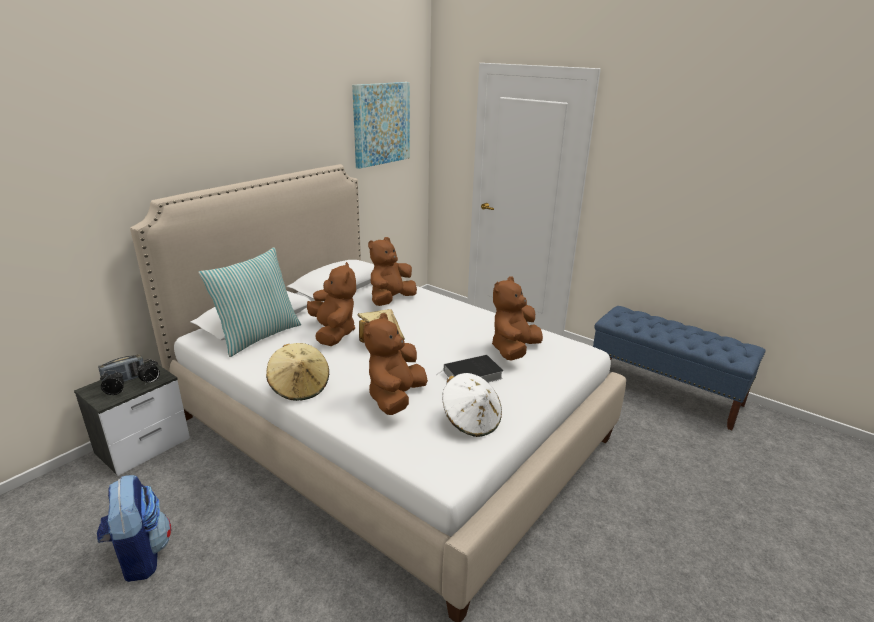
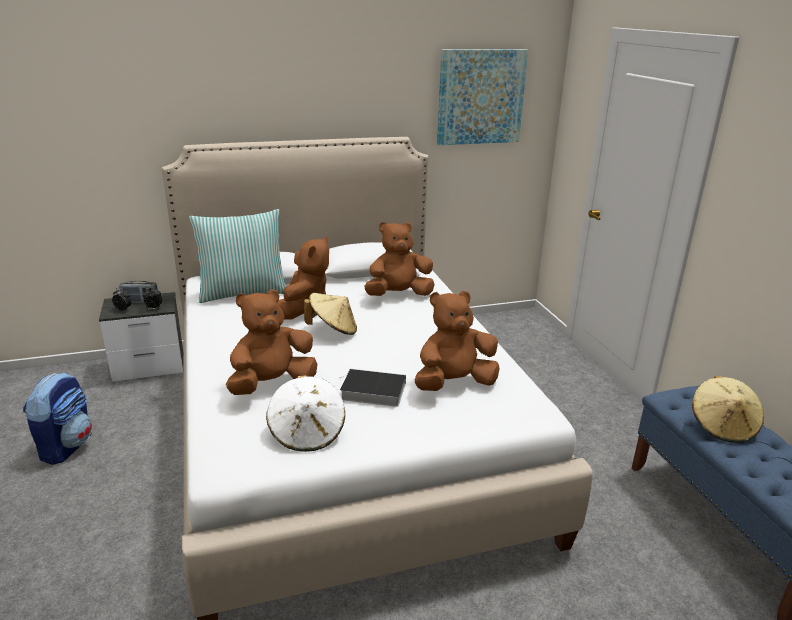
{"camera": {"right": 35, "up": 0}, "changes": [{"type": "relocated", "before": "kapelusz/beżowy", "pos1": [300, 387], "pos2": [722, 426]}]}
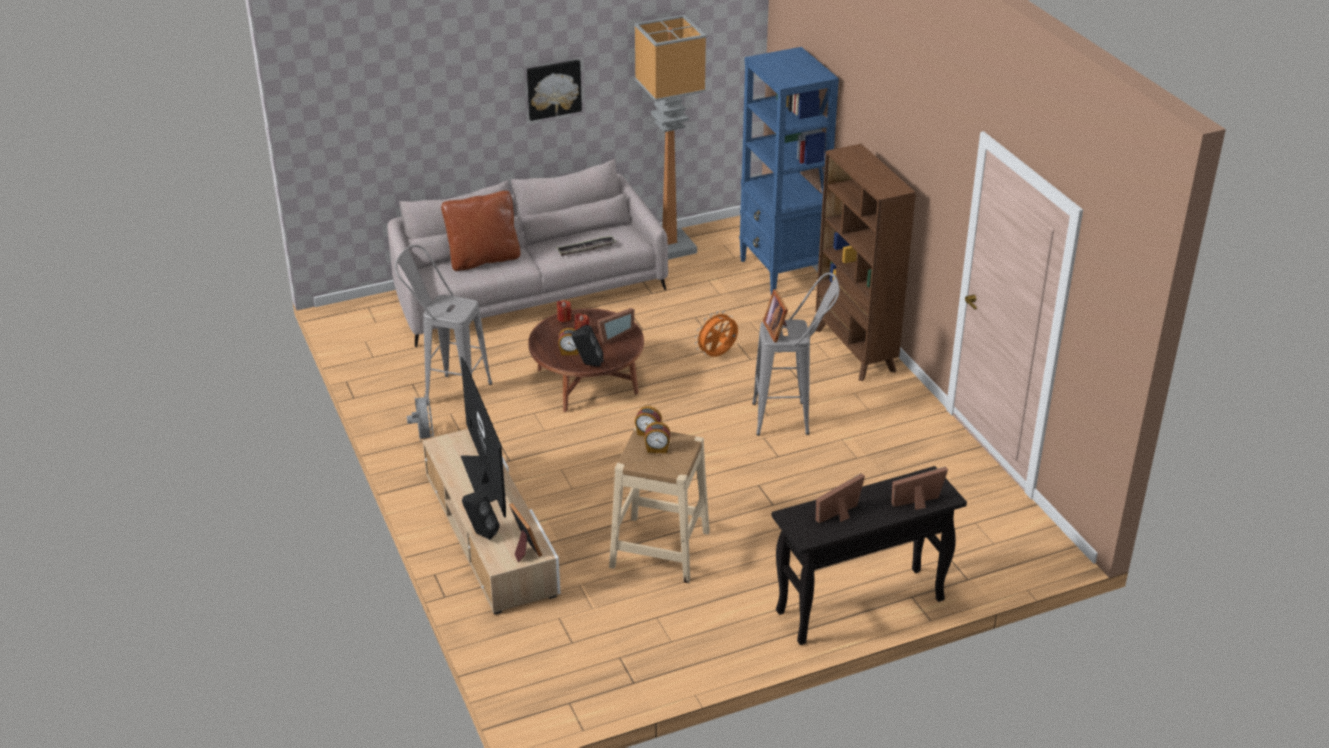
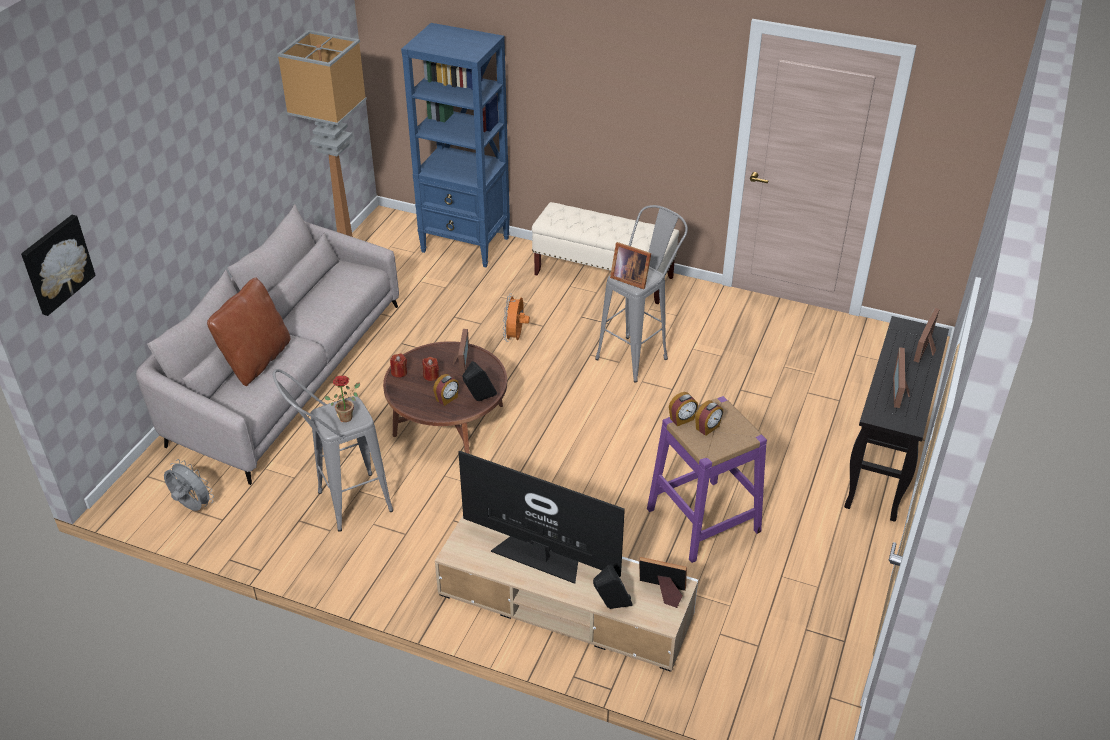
{"camera": {"right": -45, "up": 5}, "changes": [{"type": "relocated", "before": "obraz", "pos1": [553, 89], "pos2": [56, 264]}, {"type": "exchanged", "before": "regał/brązowy", "after": "ławka/beżowy", "pos1": [854, 351], "pos2": [604, 276]}, {"type": "missing", "before": "taca", "pos1": [586, 249]}, {"type": "relocated", "before": "wentylator/szary", "pos1": [424, 438], "pos2": [191, 507]}, {"type": "colour", "before": "stołek/beżowy", "after": "stołek/fioletowy", "pos1": [660, 549], "pos2": [703, 519]}, {"type": "appeared", "after": "roślina doniczkowa", "pos2": [347, 416]}]}
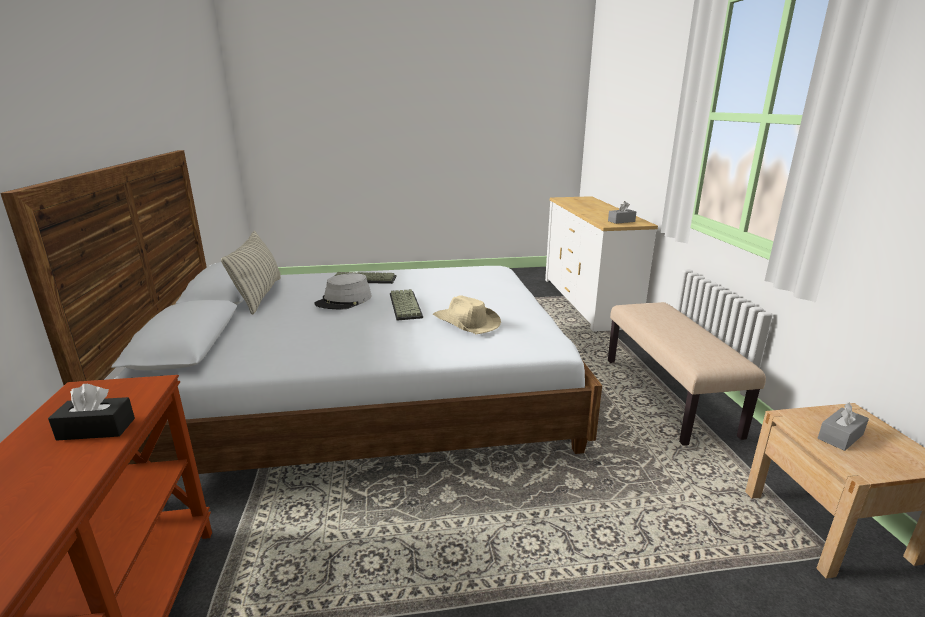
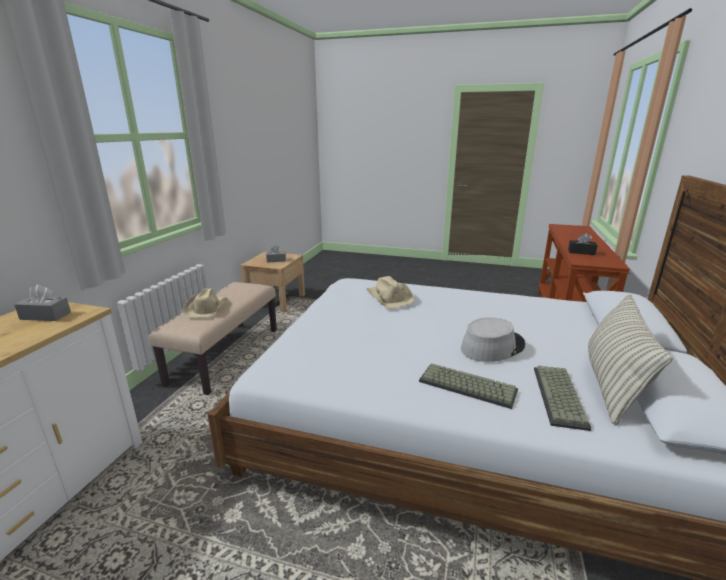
{"camera": {"right": -155, "up": 0}, "changes": [{"type": "relocated", "before": "klawiatura", "pos1": [404, 305], "pos2": [561, 397]}, {"type": "appeared", "after": "kapelusz/beżowy", "pos2": [206, 308]}]}
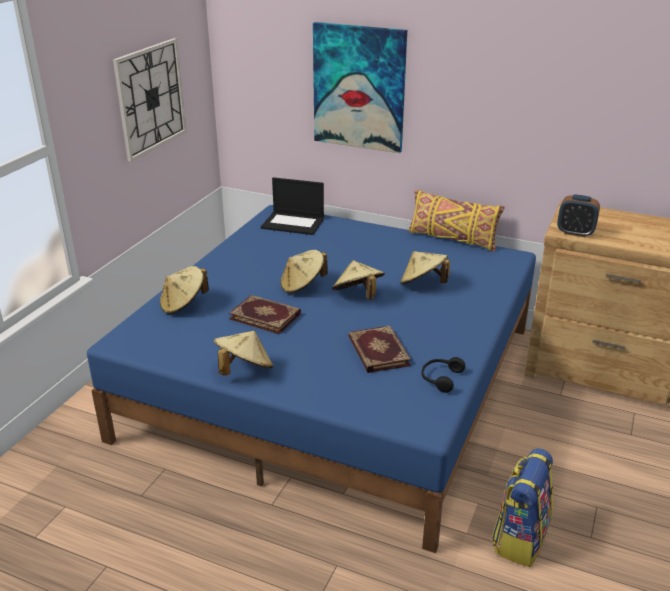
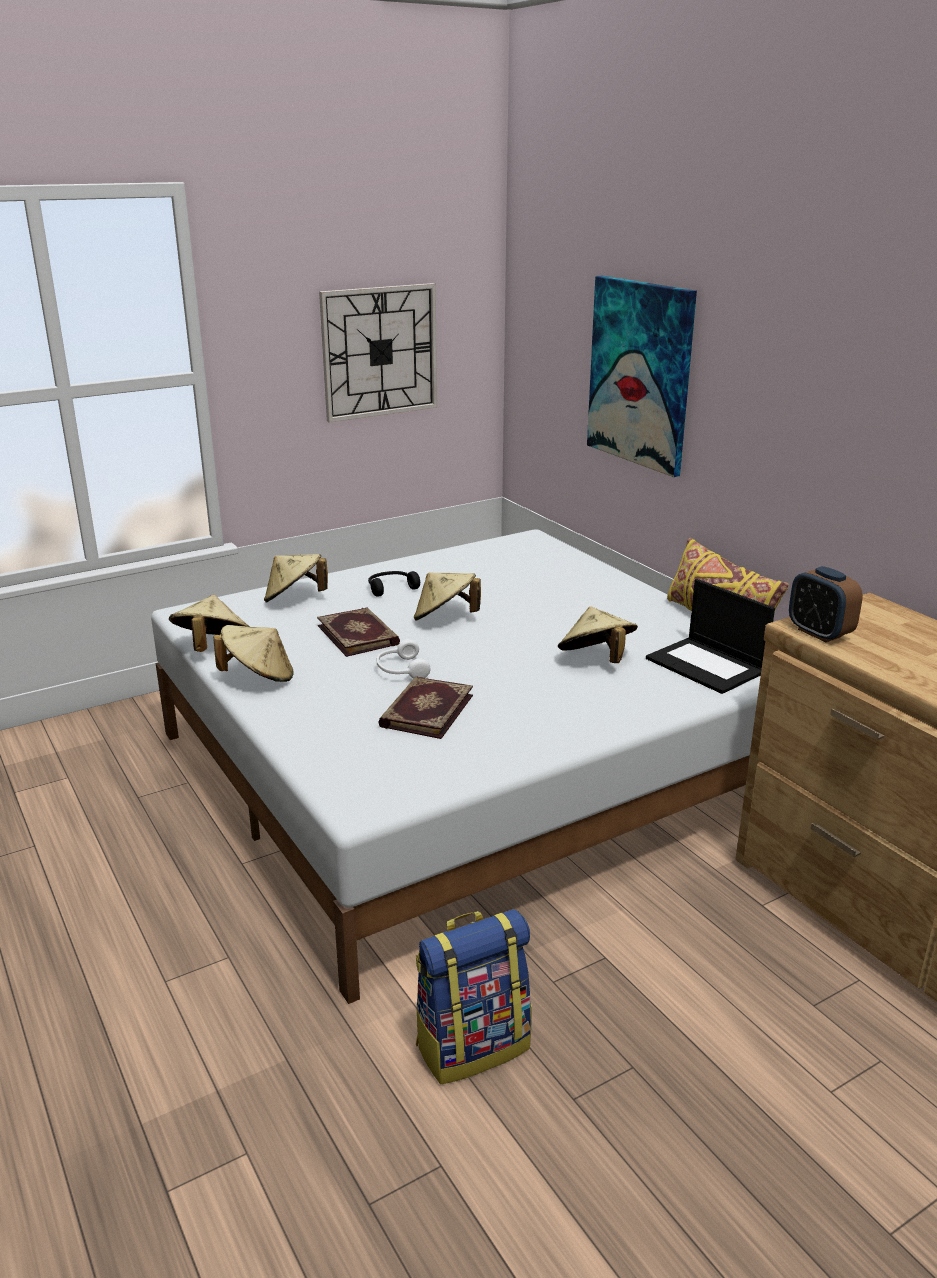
{"camera": {"right": 35, "up": -5}, "changes": [{"type": "relocated", "before": "laptop", "pos1": [293, 223], "pos2": [707, 665]}, {"type": "colour", "before": "łóżko/niebieski", "after": "łóżko/biały", "pos1": [335, 381], "pos2": [468, 768]}, {"type": "relocated", "before": "kapelusz/beżowy", "pos1": [358, 296], "pos2": [211, 647]}, {"type": "relocated", "before": "słuchawki/czarny", "pos1": [440, 378], "pos2": [391, 588]}, {"type": "appeared", "after": "słuchawki/biały", "pos2": [401, 670]}]}
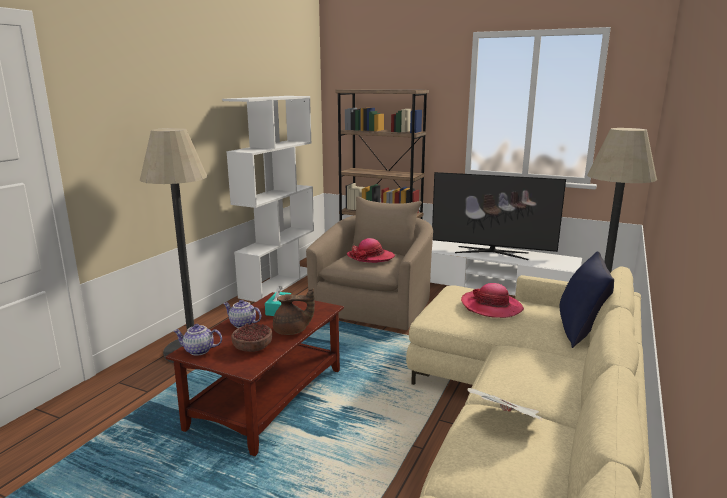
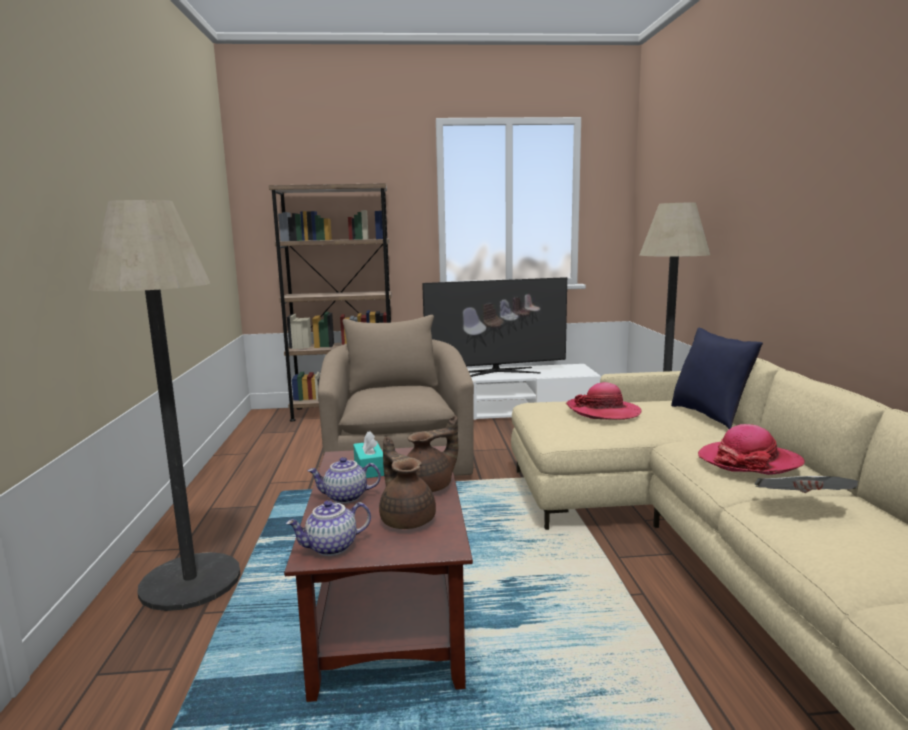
{"camera": {"right": -30, "up": -5}, "changes": [{"type": "missing", "before": "regał/biały", "pos1": [278, 283]}, {"type": "relocated", "before": "kapelusz", "pos1": [370, 257], "pos2": [749, 461]}, {"type": "exchanged", "before": "miska", "after": "imbryk/brązowy", "pos1": [253, 346], "pos2": [407, 519]}]}
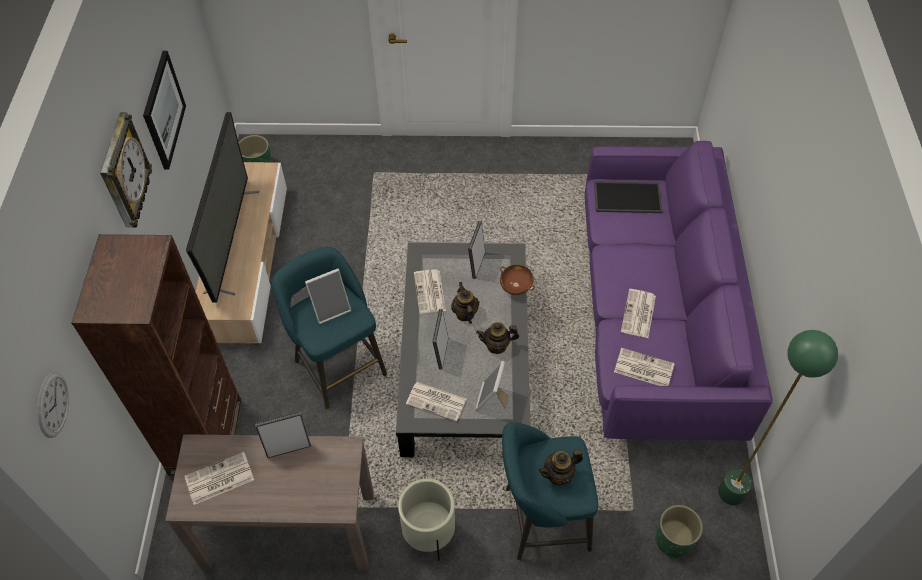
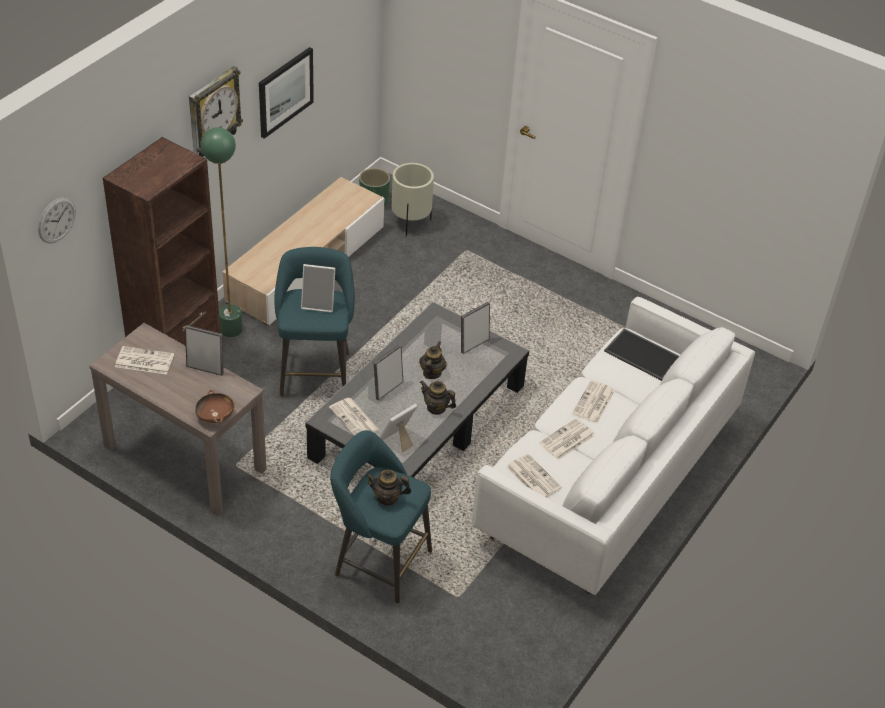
{"camera": {"right": 30, "up": -10}, "changes": [{"type": "missing", "before": "telewizor", "pos1": [231, 241]}, {"type": "colour", "before": "kanapa/fioletowy", "after": "kanapa/biały", "pos1": [653, 323], "pos2": [605, 481]}, {"type": "relocated", "before": "miska/brązowy", "pos1": [516, 286], "pos2": [215, 416]}, {"type": "relocated", "before": "gazeta", "pos1": [430, 292], "pos2": [593, 403]}, {"type": "relocated", "before": "lampa stojąca/zielony", "pos1": [731, 493], "pos2": [231, 329]}, {"type": "relocated", "before": "donica/beżowy", "pos1": [428, 535], "pos2": [410, 223]}, {"type": "missing", "before": "donica/zielony", "pos1": [673, 540]}]}
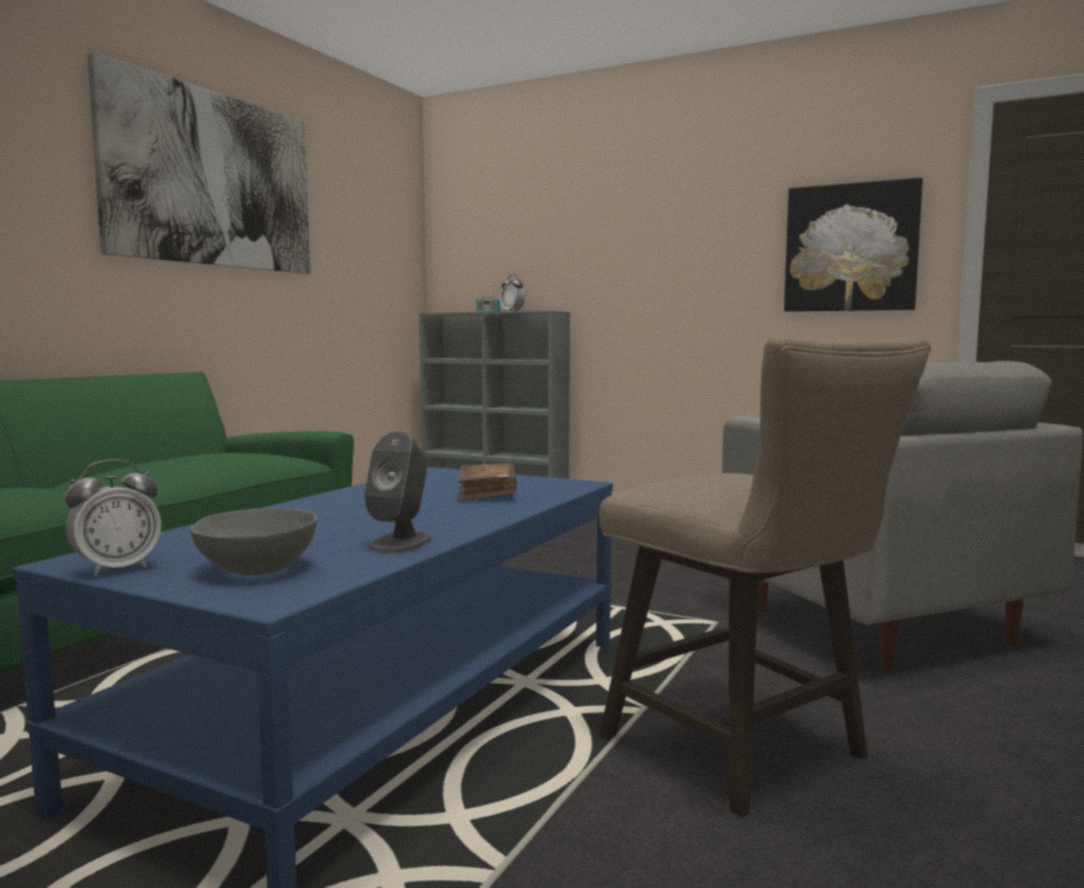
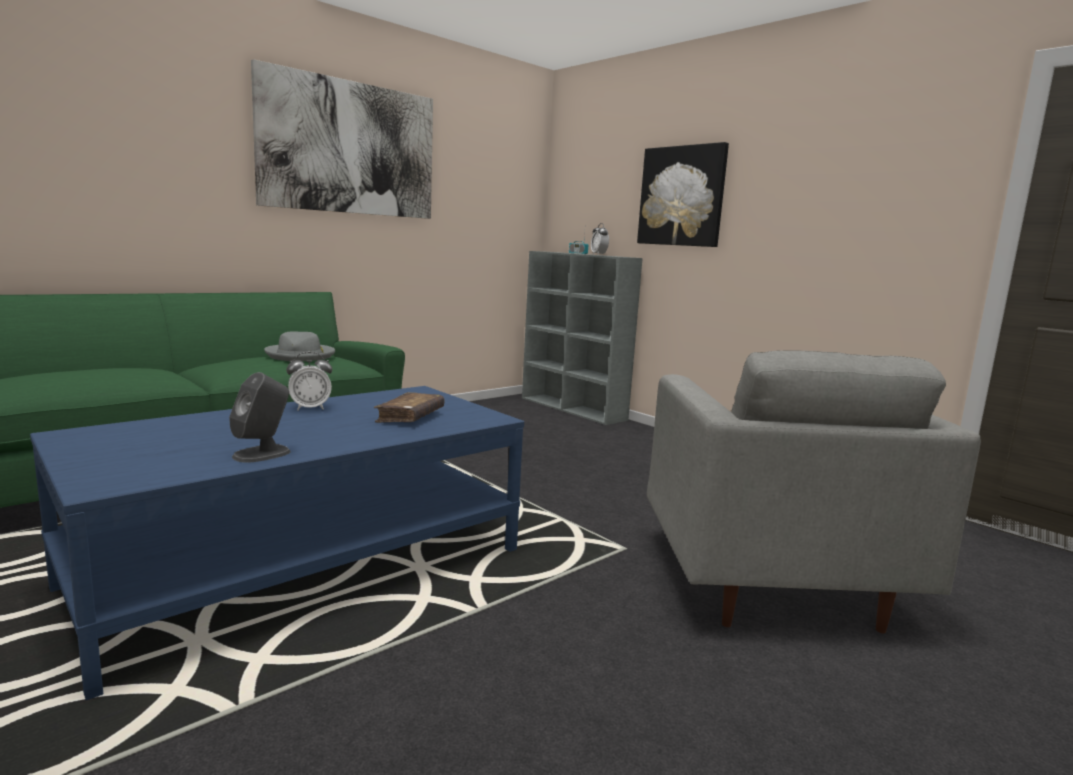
{"camera": {"right": 20, "up": 5}, "changes": [{"type": "relocated", "before": "obraz", "pos1": [851, 248], "pos2": [682, 196]}, {"type": "missing", "before": "stołek/beżowy", "pos1": [748, 754]}, {"type": "relocated", "before": "budzik", "pos1": [117, 569], "pos2": [310, 408]}, {"type": "missing", "before": "miska/szary", "pos1": [257, 569]}, {"type": "appeared", "after": "kapelusz/szary", "pos2": [300, 355]}]}
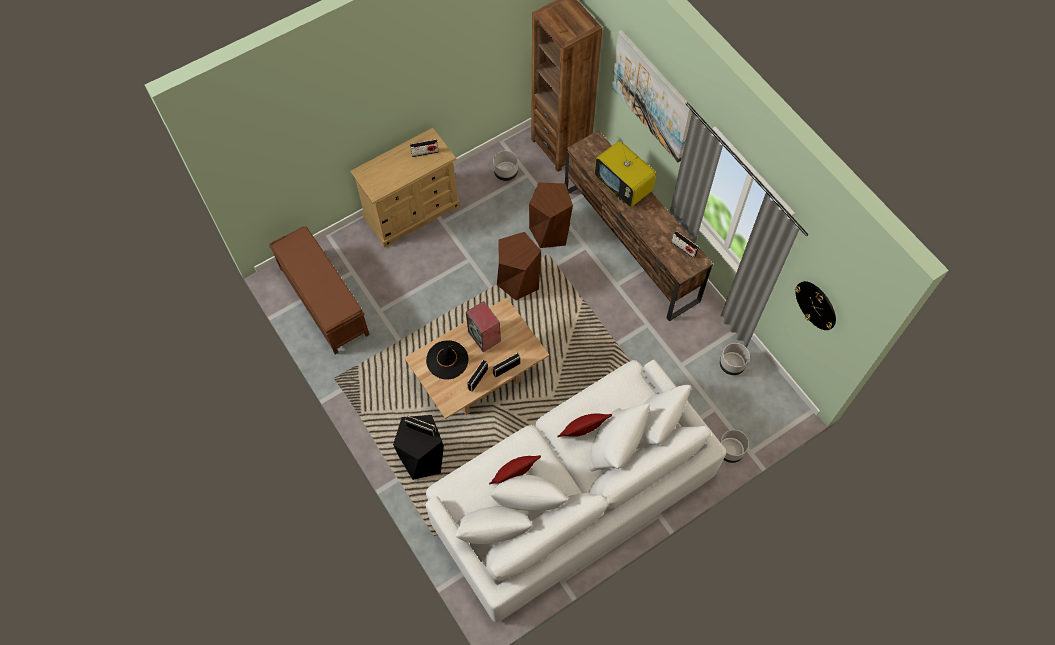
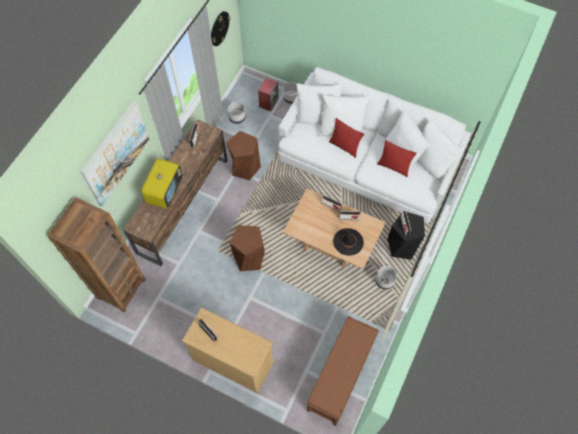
{"camera": {"right": -120, "up": 0}, "changes": [{"type": "relocated", "before": "donica/szary", "pos1": [506, 173], "pos2": [384, 281]}, {"type": "relocated", "before": "stołek/brązowy", "pos1": [550, 231], "pos2": [245, 167]}, {"type": "relocated", "before": "głośnik", "pos1": [485, 336], "pos2": [268, 102]}]}
